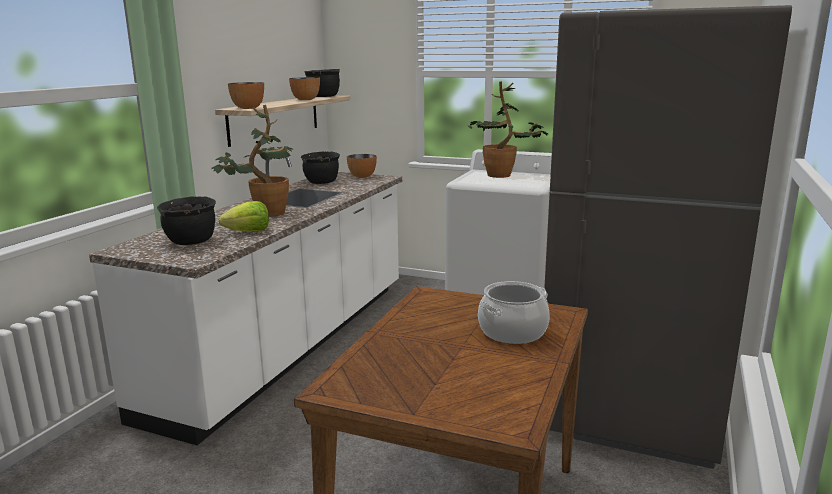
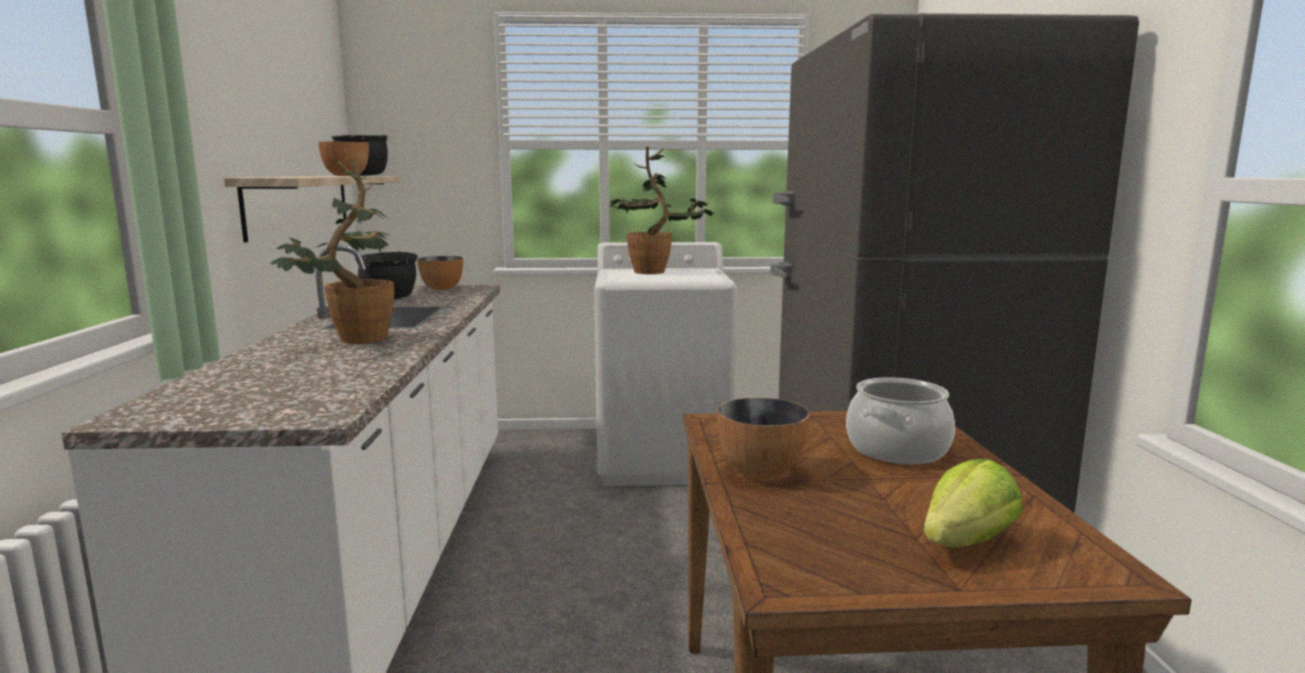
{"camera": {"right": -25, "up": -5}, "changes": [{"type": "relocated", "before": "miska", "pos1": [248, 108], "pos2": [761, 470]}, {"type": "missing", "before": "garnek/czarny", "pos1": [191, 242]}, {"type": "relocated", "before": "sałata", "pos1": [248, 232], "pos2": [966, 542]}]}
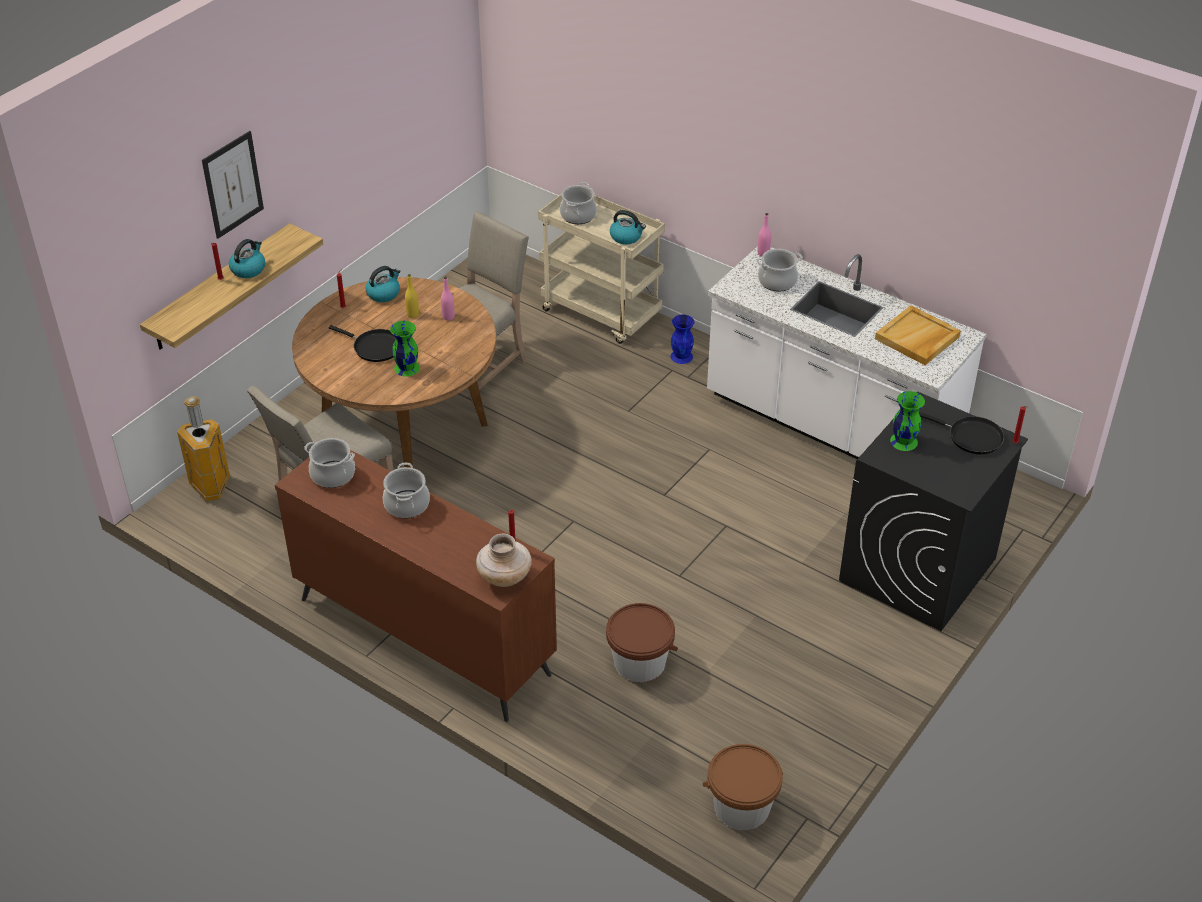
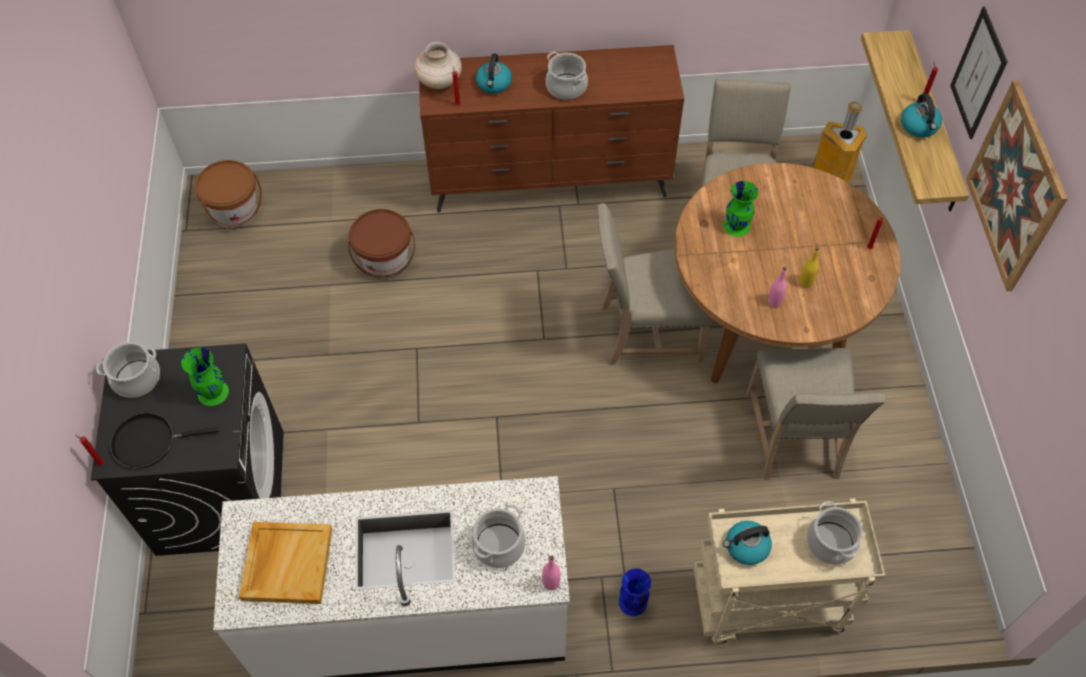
{"camera": {"right": 140, "up": 15}, "changes": [{"type": "relocated", "before": "czajnik", "pos1": [384, 293], "pos2": [494, 84]}, {"type": "missing", "before": "patelnia/czarny", "pos1": [374, 347]}, {"type": "relocated", "before": "garnek", "pos1": [333, 474], "pos2": [137, 379]}, {"type": "appeared", "after": "obraz", "pos2": [1015, 187]}, {"type": "appeared", "after": "krzesło/beżowy", "pos2": [646, 331]}]}
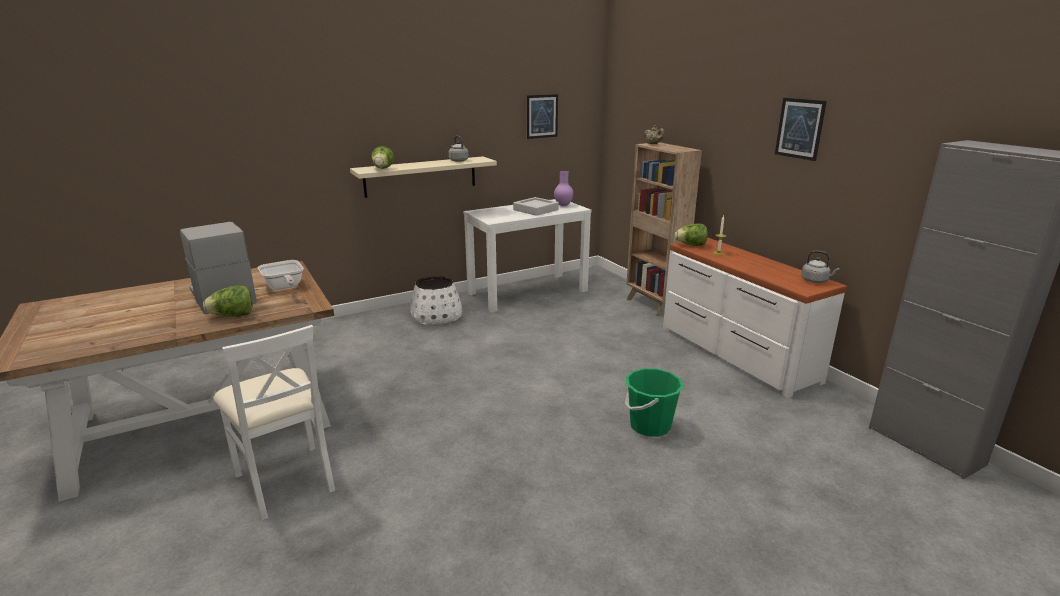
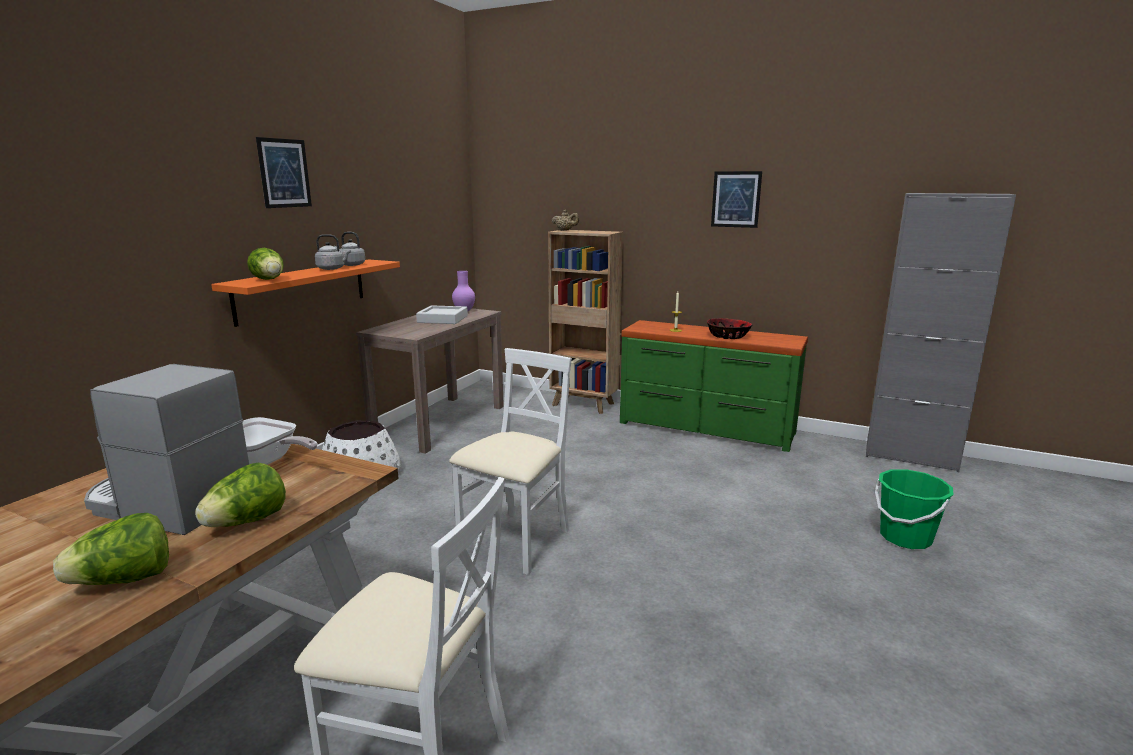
{"camera": {"right": -35, "up": -5}, "changes": [{"type": "relocated", "before": "obraz", "pos1": [542, 116], "pos2": [284, 173]}, {"type": "colour", "before": "półka/beżowy", "after": "półka/pomarańczowy", "pos1": [420, 176], "pos2": [302, 290]}, {"type": "colour", "before": "stolik konsolowy/biały", "after": "stolik konsolowy/brązowy", "pos1": [528, 292], "pos2": [440, 422]}, {"type": "relocated", "before": "sałata", "pos1": [691, 245], "pos2": [125, 580]}, {"type": "colour", "before": "komoda/biały", "after": "komoda/zielony", "pos1": [735, 354], "pos2": [705, 428]}, {"type": "relocated", "before": "czajnik/szary", "pos1": [816, 281], "pos2": [332, 269]}, {"type": "relocated", "before": "wiadro/zielony", "pos1": [649, 426], "pos2": [905, 537]}, {"type": "appeared", "after": "miska", "pos2": [728, 336]}, {"type": "appeared", "after": "krzesło/biały", "pos2": [516, 541]}]}
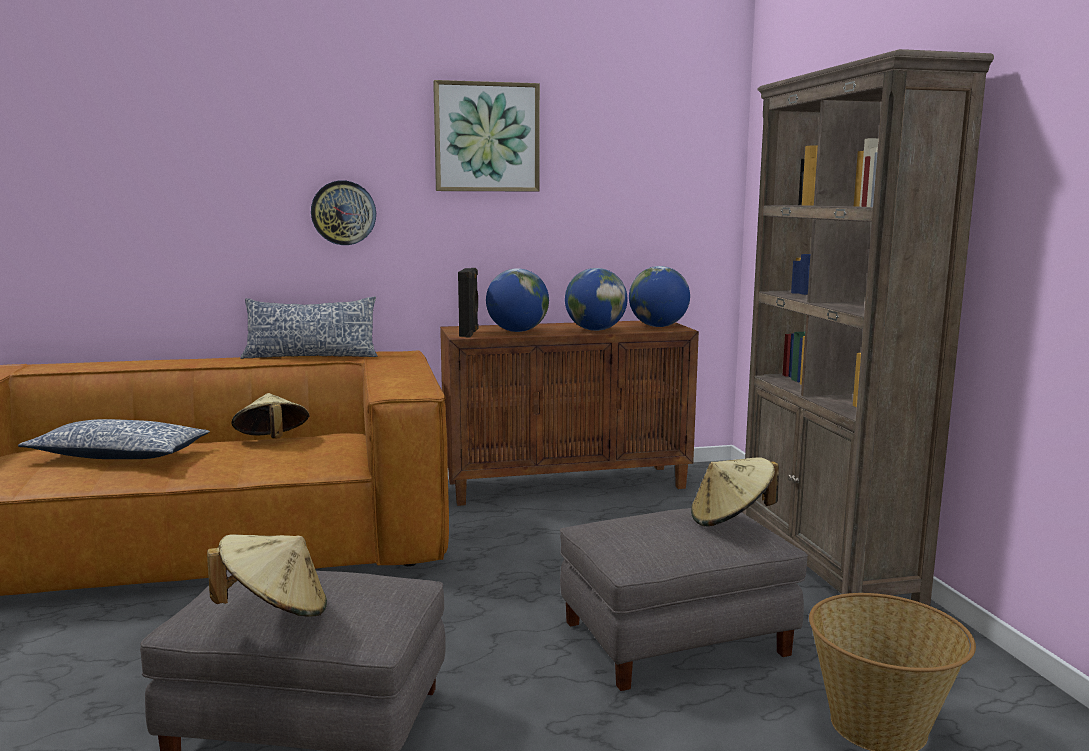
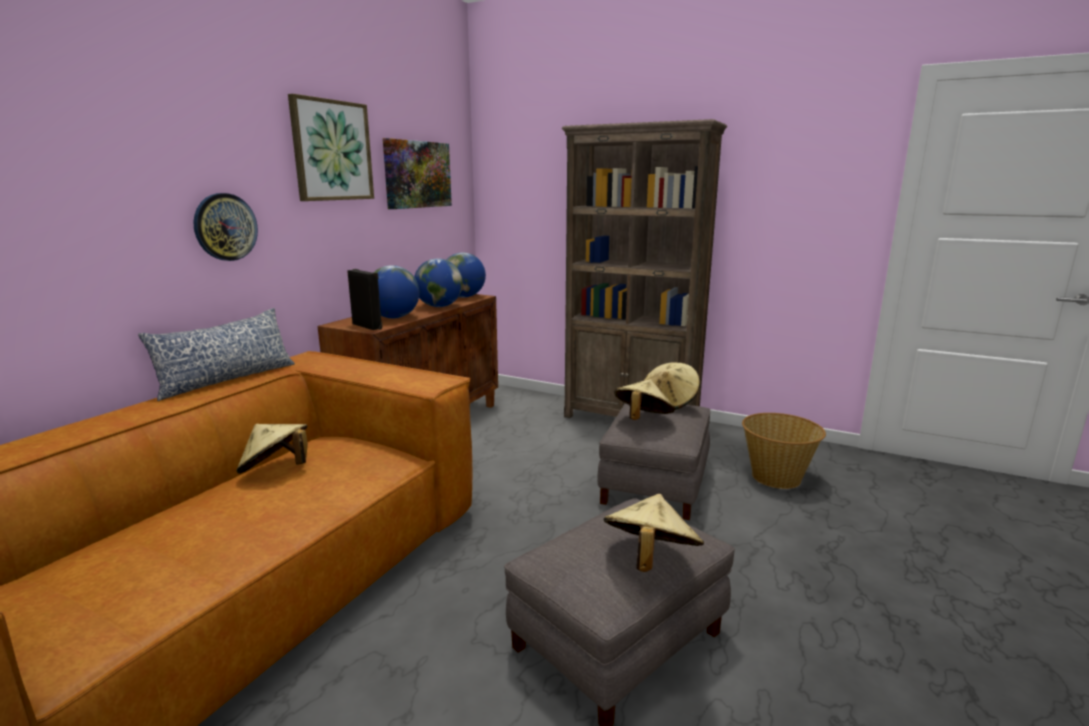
{"camera": {"right": -50, "up": 5}, "changes": [{"type": "missing", "before": "poduszka", "pos1": [119, 456]}, {"type": "appeared", "after": "obraz", "pos2": [417, 174]}, {"type": "appeared", "after": "kapelusz/beżowy", "pos2": [642, 419]}]}
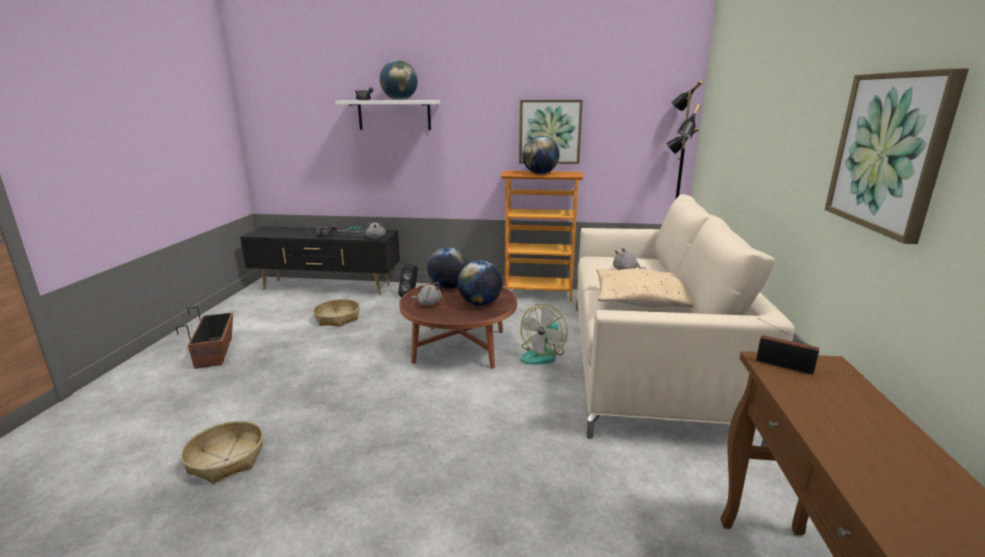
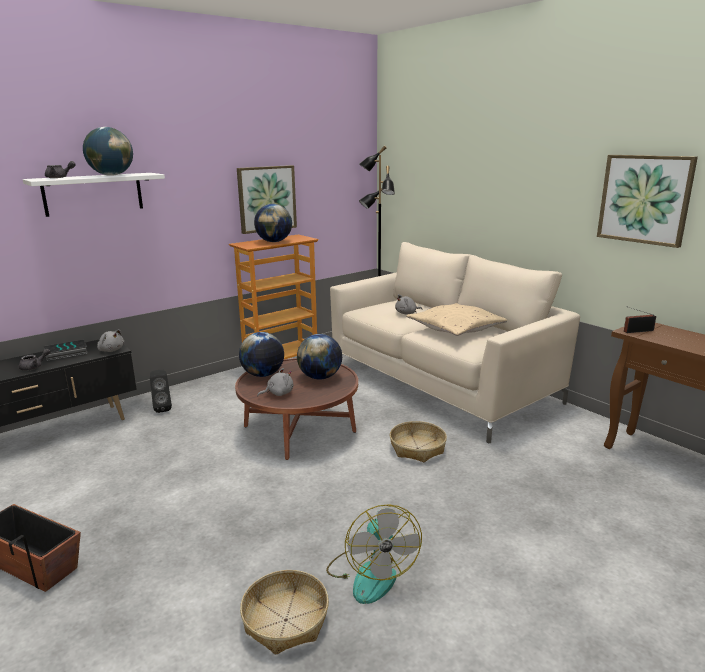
{"camera": {"right": -45, "up": 0}, "changes": [{"type": "relocated", "before": "koszyk", "pos1": [338, 319], "pos2": [417, 448]}, {"type": "relocated", "before": "wentylator", "pos1": [543, 355], "pos2": [371, 573]}]}
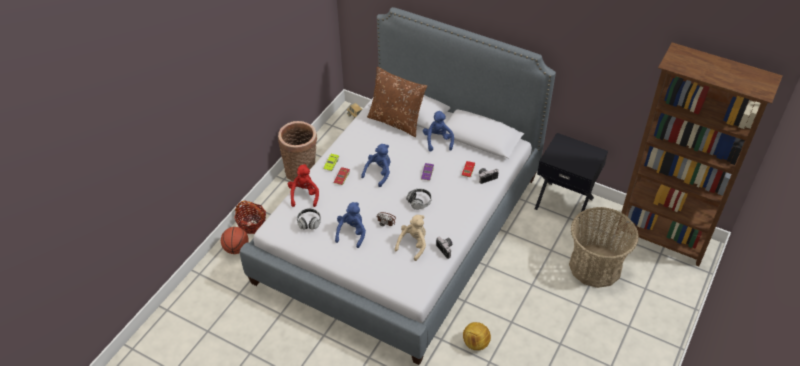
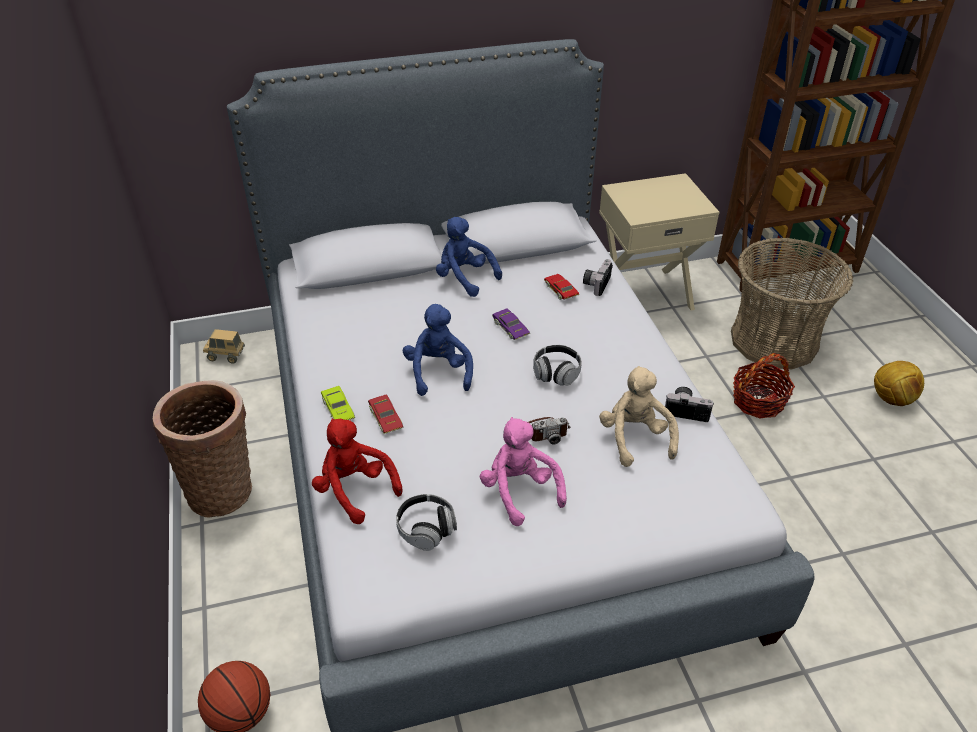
{"camera": {"right": -45, "up": -5}, "changes": [{"type": "missing", "before": "poduszka/brązowy", "pos1": [396, 121]}, {"type": "colour", "before": "szafka nocna/czarny", "after": "szafka nocna/beżowy", "pos1": [564, 202], "pos2": [644, 293]}, {"type": "relocated", "before": "koszyk", "pos1": [252, 224], "pos2": [758, 401]}, {"type": "colour", "before": "pluszak/niebieski", "after": "pluszak/różowy", "pos1": [352, 233], "pos2": [519, 491]}, {"type": "relocated", "before": "piłka futbolowa", "pos1": [475, 343], "pos2": [891, 399]}]}
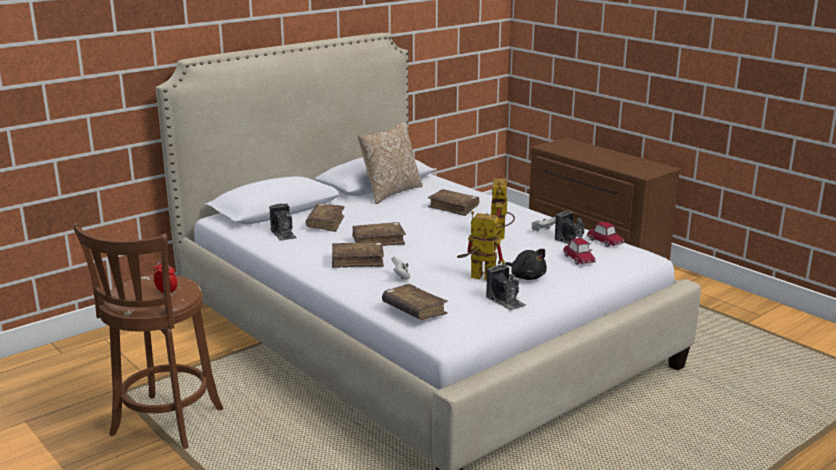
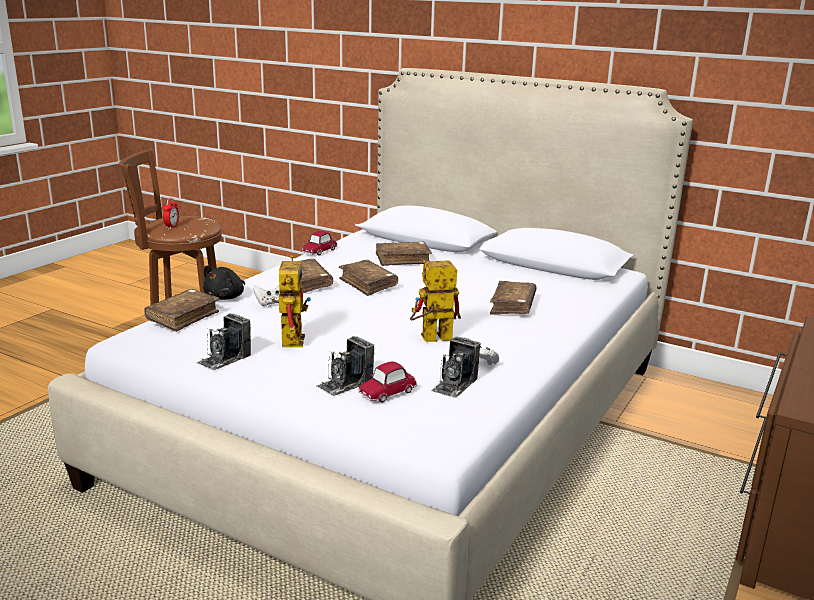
{"camera": {"right": 70, "up": 0}, "changes": [{"type": "missing", "before": "poduszka", "pos1": [390, 193]}, {"type": "relocated", "before": "aparat fotograficzny", "pos1": [283, 234], "pos2": [345, 384]}, {"type": "relocated", "before": "samochodzik", "pos1": [605, 241], "pos2": [319, 251]}, {"type": "relocated", "before": "pluszak/czarny", "pos1": [526, 277], "pos2": [226, 297]}]}
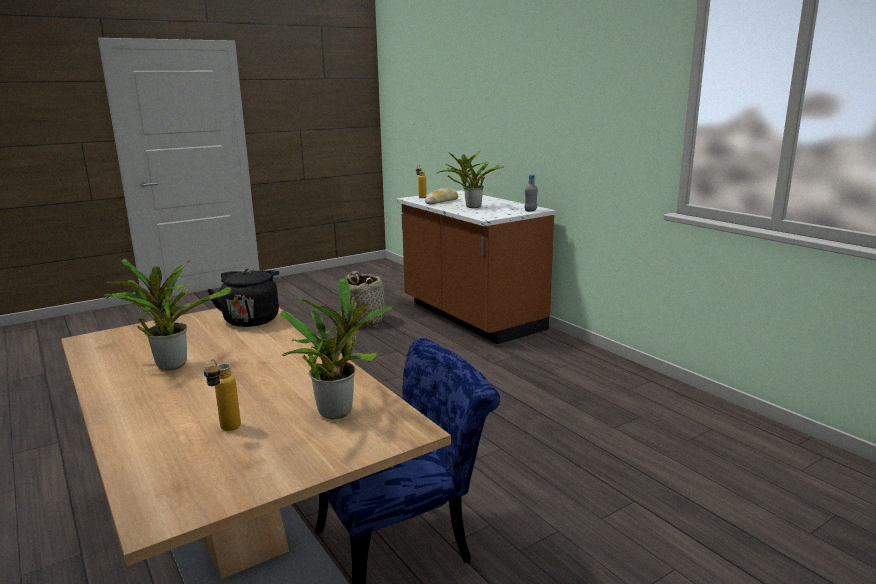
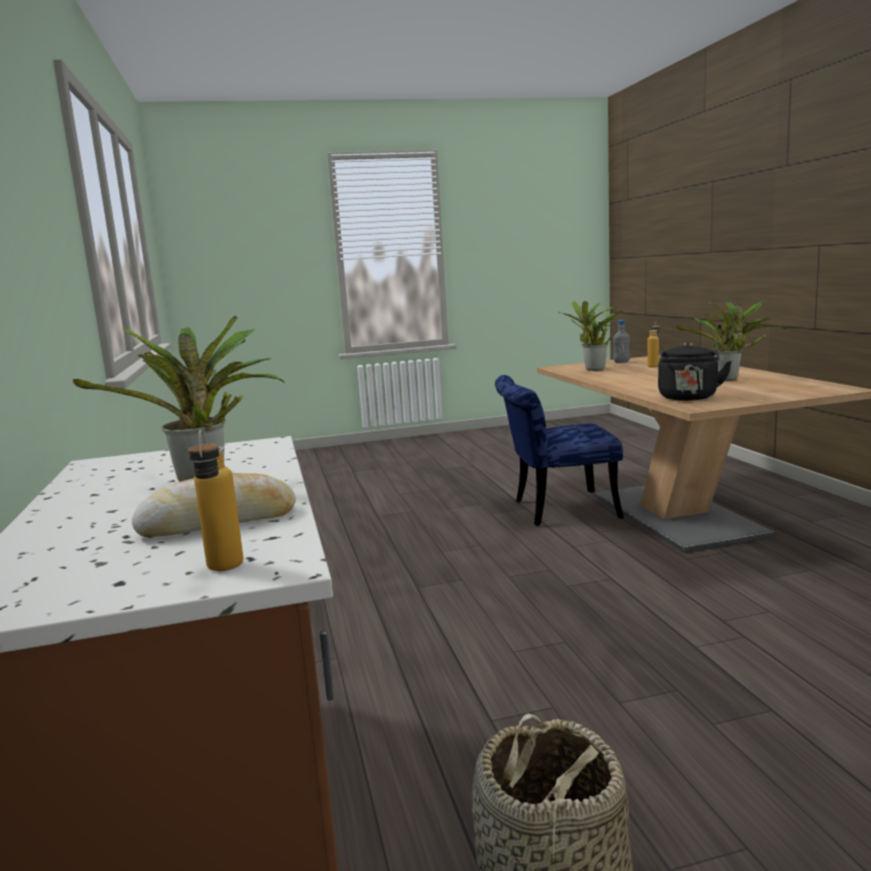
{"camera": {"right": -160, "up": -5}, "changes": [{"type": "relocated", "before": "butelka/szary", "pos1": [530, 210], "pos2": [621, 362]}]}
